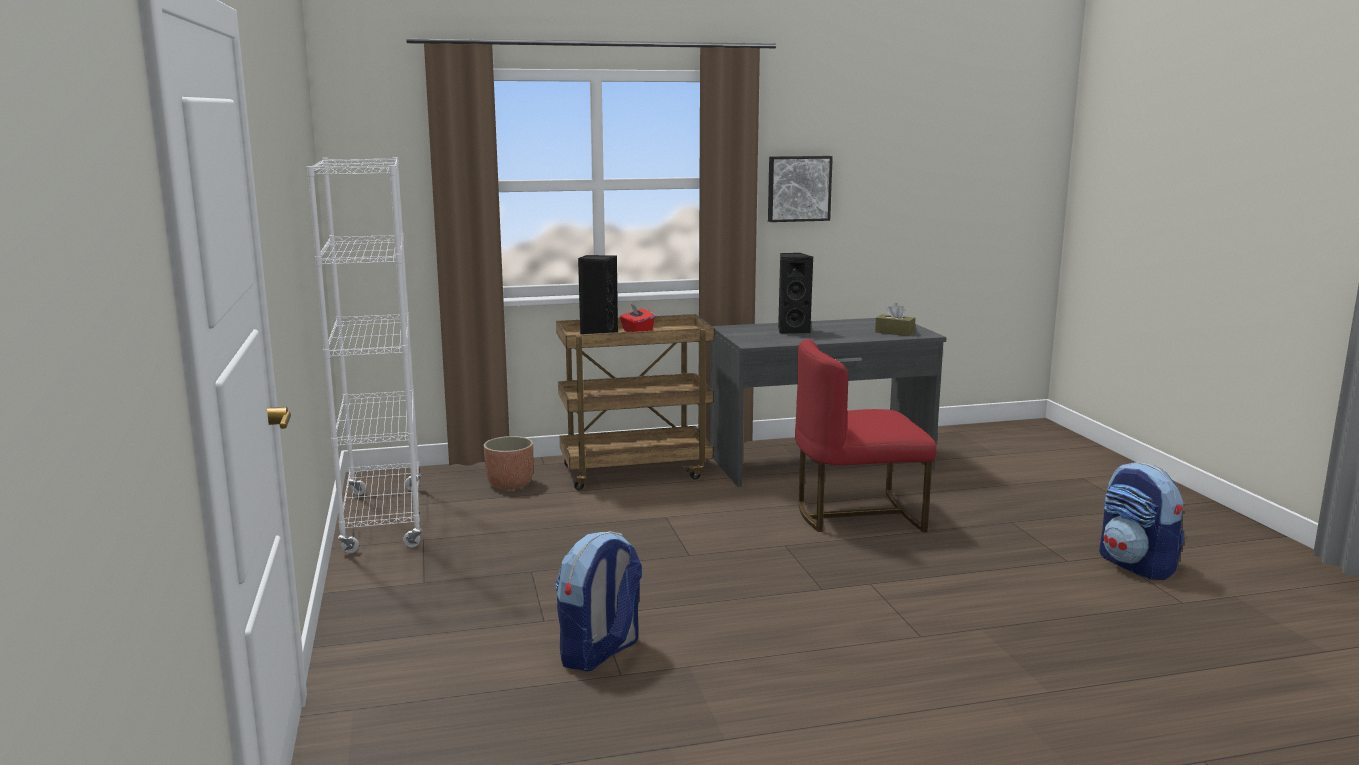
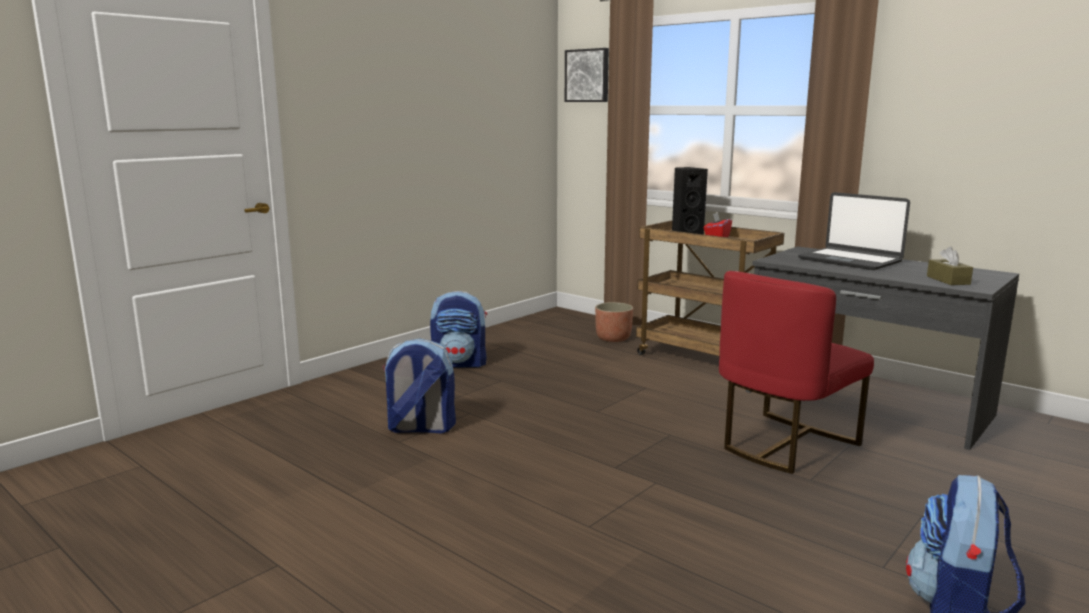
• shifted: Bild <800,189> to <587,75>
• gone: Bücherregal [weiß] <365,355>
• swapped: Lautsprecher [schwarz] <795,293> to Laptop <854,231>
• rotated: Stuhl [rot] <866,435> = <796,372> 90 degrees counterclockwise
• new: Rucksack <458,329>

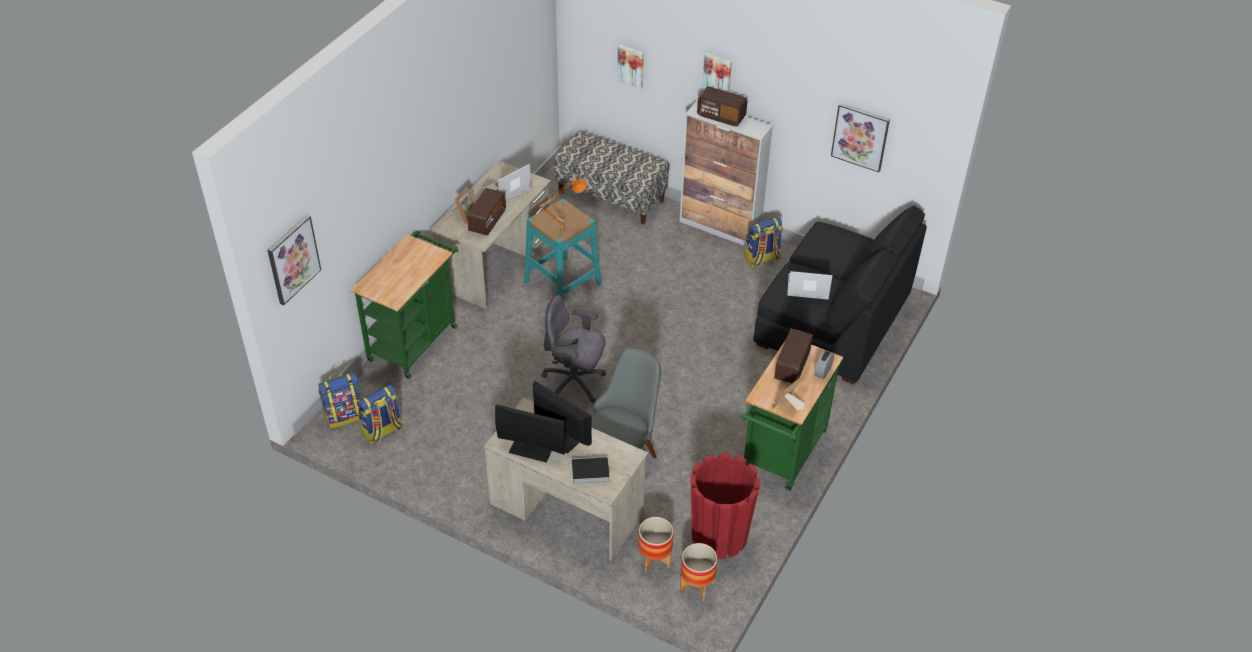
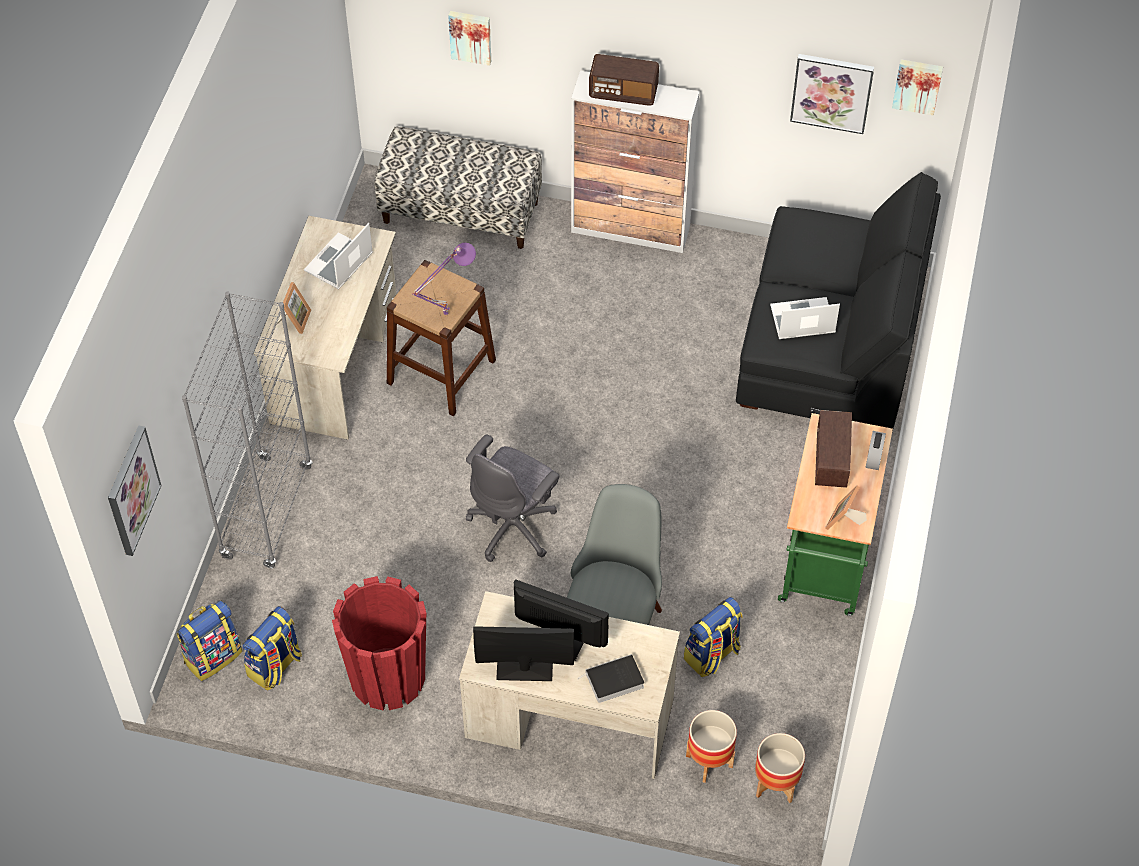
• shifted: Bild <717,72> to <917,87>
• repainted: Tischlampe [orange] <563,204> to Tischlampe [lila] <444,279>
• gone: Radio <486,211>
• repainted: Hocker [türkis] <562,248> to Hocker [braun] <441,338>
• shifted: Rucksack <763,242> to <713,637>
• swapped: Rollwagen [grün] <404,305> to Bücherregal [grau] <247,430>
• rotated: Bürostuhl [grau] <574,349> = <513,498> 60 degrees counterclockwise
• shifted: Pflanzkübel [rot] <725,506> to <379,643>

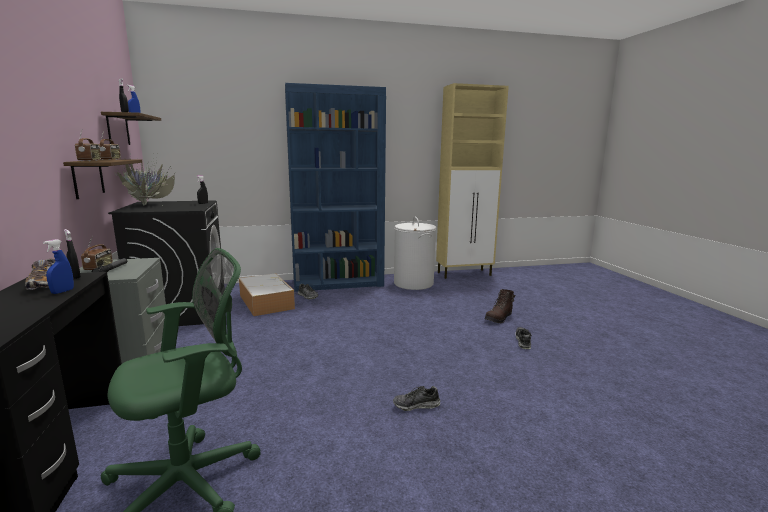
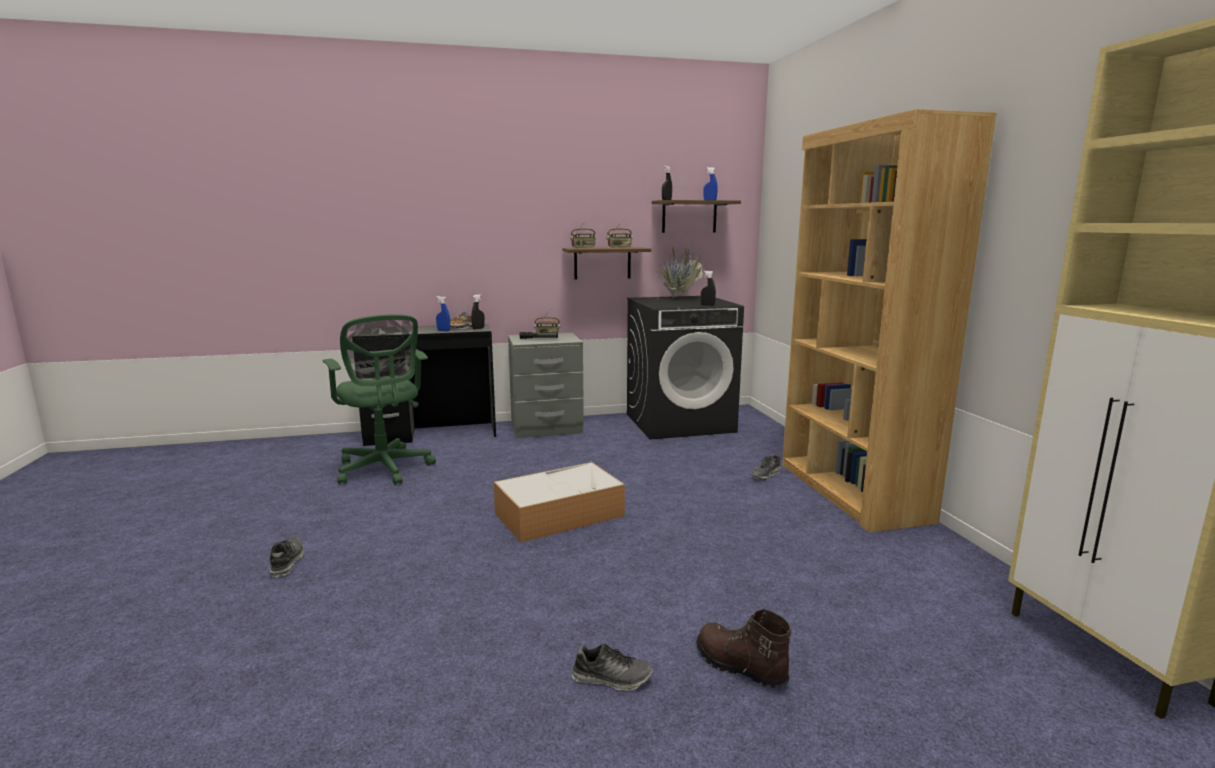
• repainted: Bücherregal [blau] <335,187> to Bücherregal [braun] <889,320>
• gone: Wäschekorb [weiß] <415,253>
• shifted: Aufbewahrungsbox <267,294> to <559,502>
• shifted: Schuh <416,398> to <287,556>

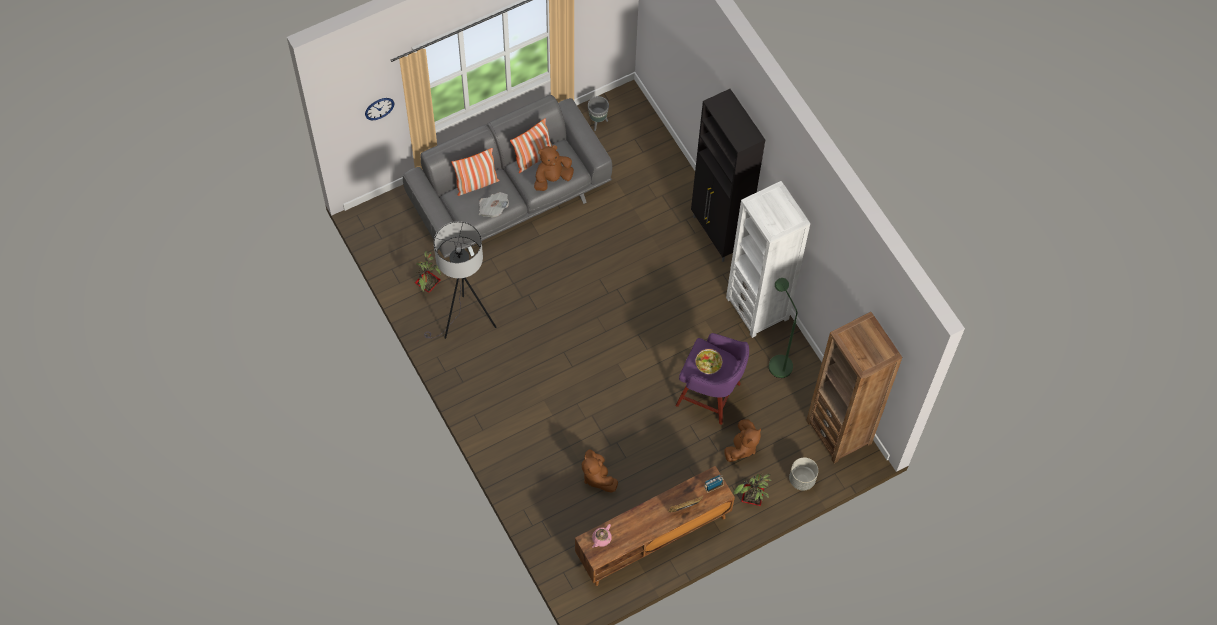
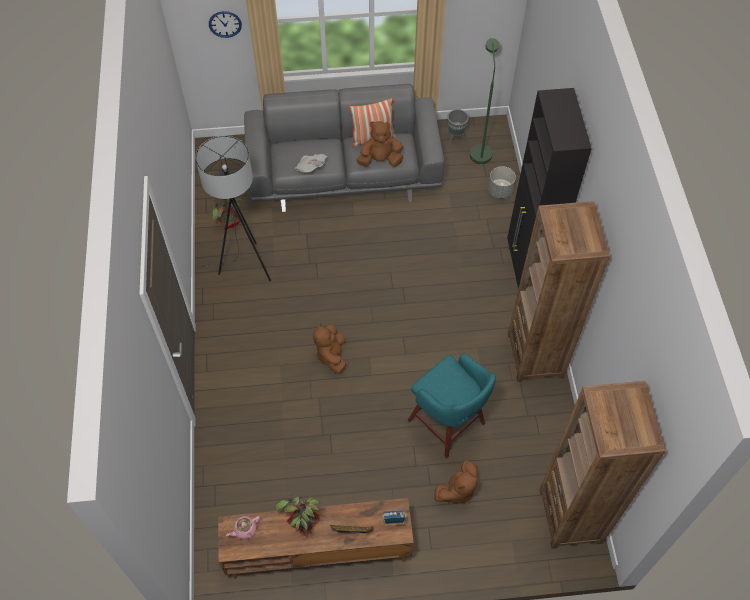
• gone: Kissen <475,172>
• repainted: Bücherregal [weiß] <768,259> to Bücherregal [braun] <559,291>
• shifted: Stehlampe [grün] <783,328> to <484,101>
• repainted: Hocker [lila] <712,379> to Hocker [türkis] <452,405>
• gone: Schüssel <708,361>
• shifted: Plüschtier [braun] <600,471> to <329,348>
• shifted: Pflanzkübel [grau] <803,474> to <502,182>
• shifted: Topfpflanze <752,490> to <297,513>

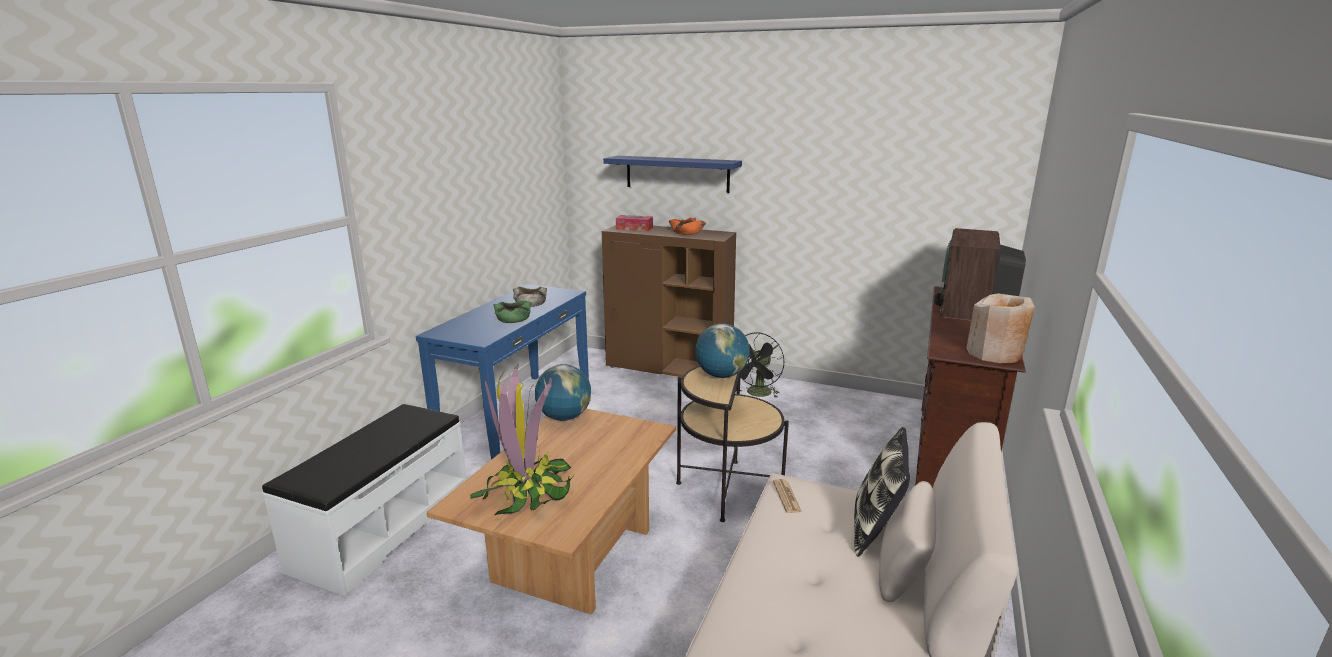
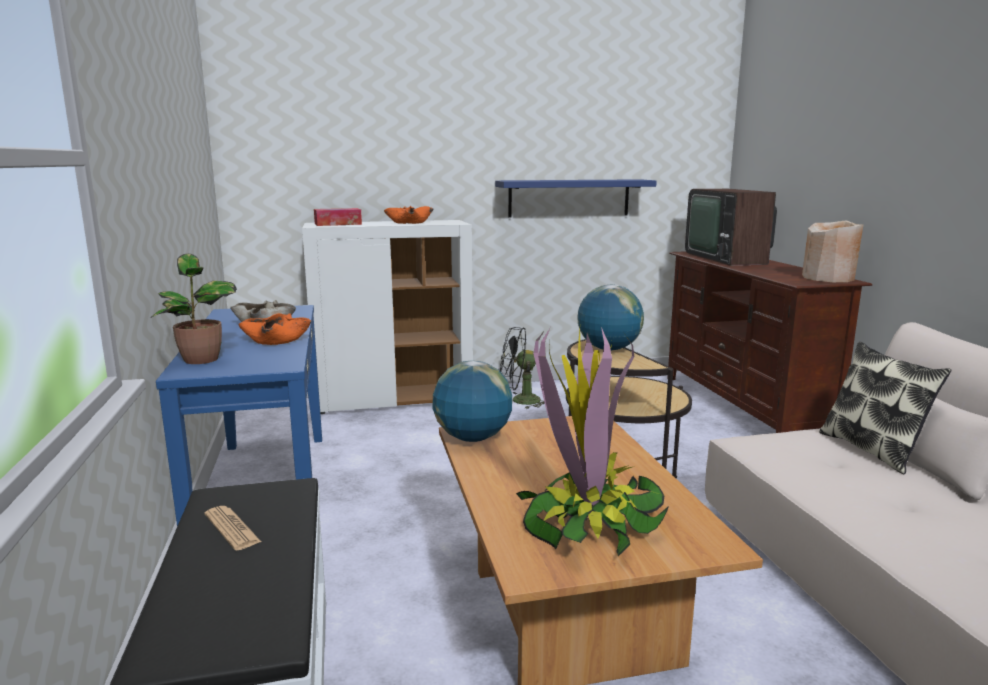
• shifted: Wandregal [blau] <672,174> to <576,198>
• repainted: Schrank [braun] <669,301> to Schrank [weiß] <387,317>
• repainted: Schüssel [grün] <513,311> to Schüssel [orange] <274,329>
• rotated: Ventilator [schwarz] <760,365> = <522,368> 90 degrees clockwise
• shifted: Zeitung <787,496> to <232,528>
• new: Topfpflanze <194,309>

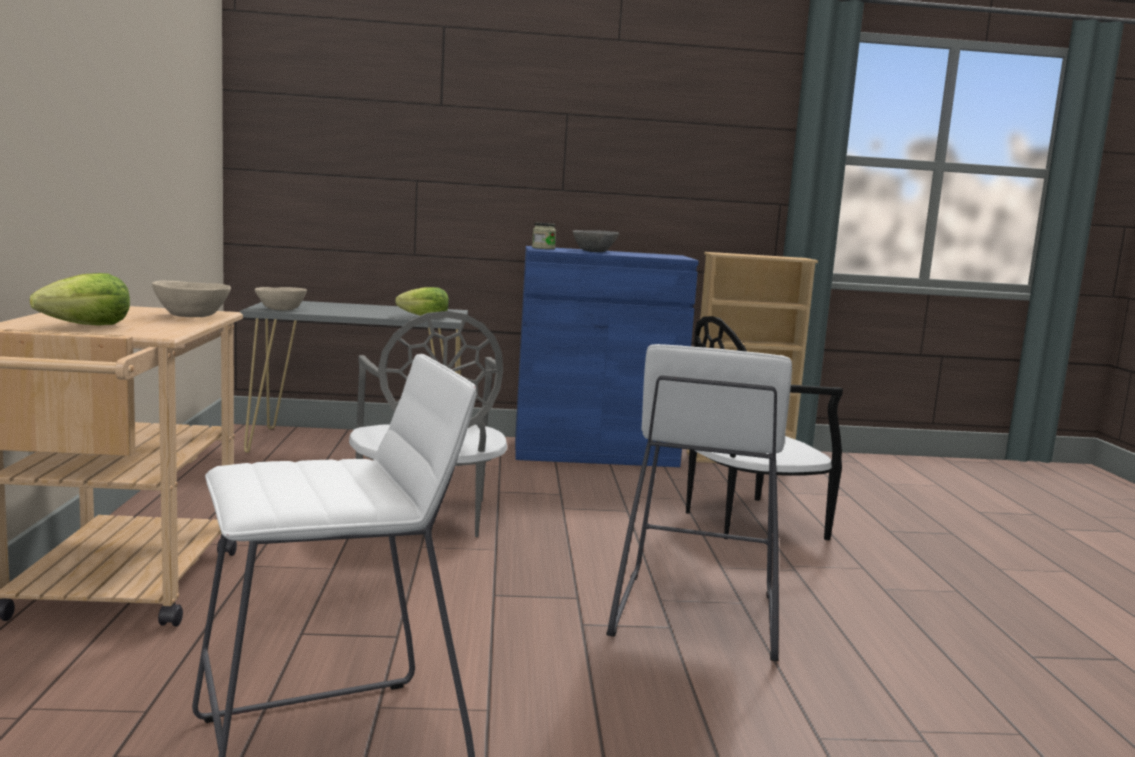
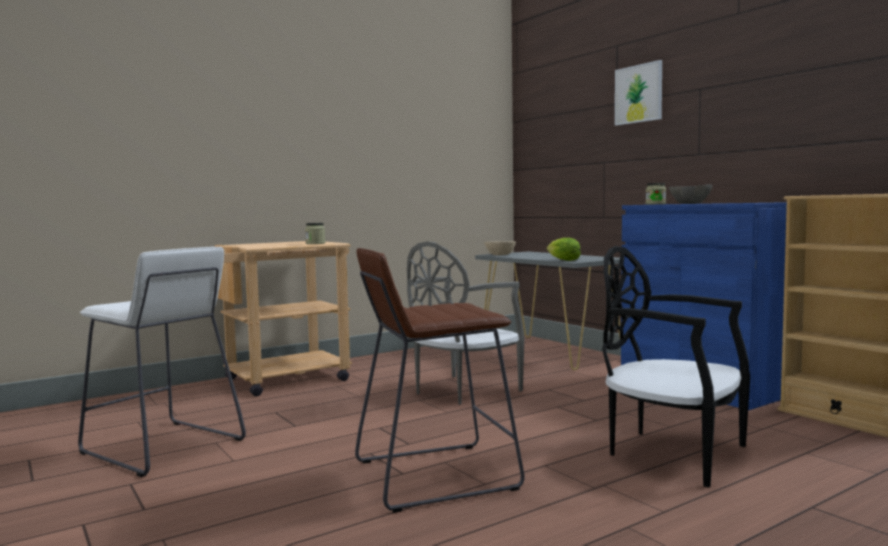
• gone: Salatkopf <80,299>
• swapped: Schüssel [beige] <191,299> to Vorratsglas <315,233>
• repainted: Hocker [weiß] <699,502> to Hocker [braun] <440,380>
• new: Bild <638,93>

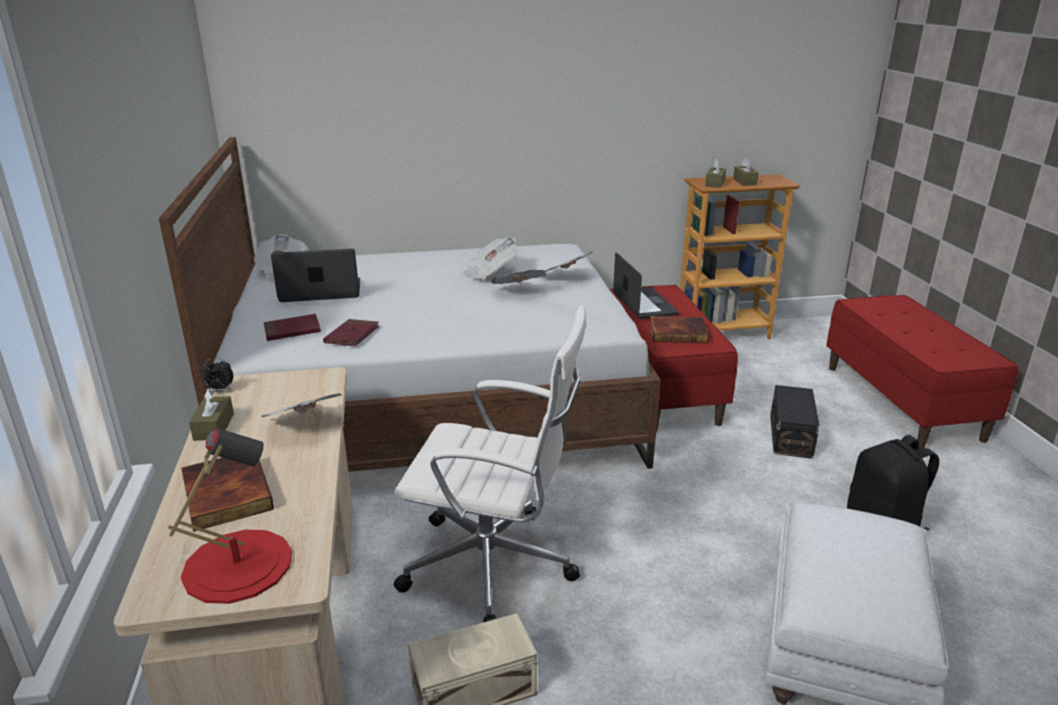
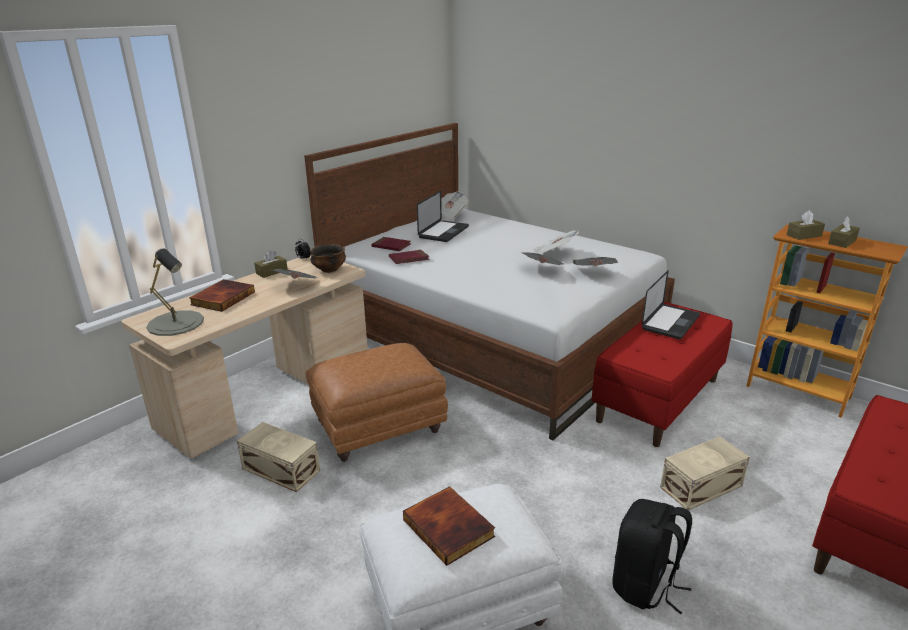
• rotated: Laptop <315,275> = <443,216> 75 degrees clockwise
• swapped: Bürostuhl [weiß] <490,464> to Polsterhocker [braun] <376,402>
• shifted: Buch <679,329> to <449,526>
• repainted: Aufbewahrungsbox [schwarz] <795,422> to Aufbewahrungsbox [beige] <705,473>
• repainted: Tischlampe [rot] <230,516> to Tischlampe [grau] <175,292>
• new: Schüssel <328,258>

